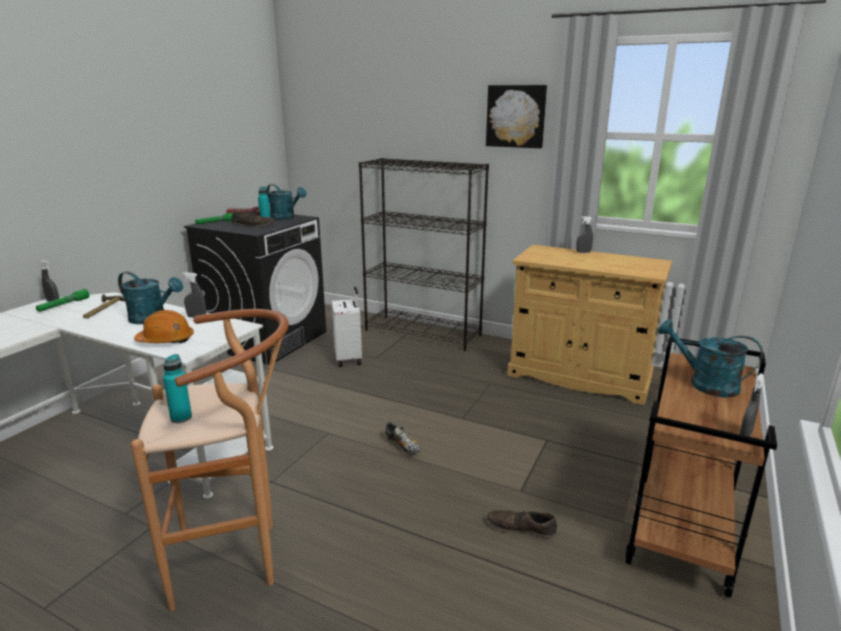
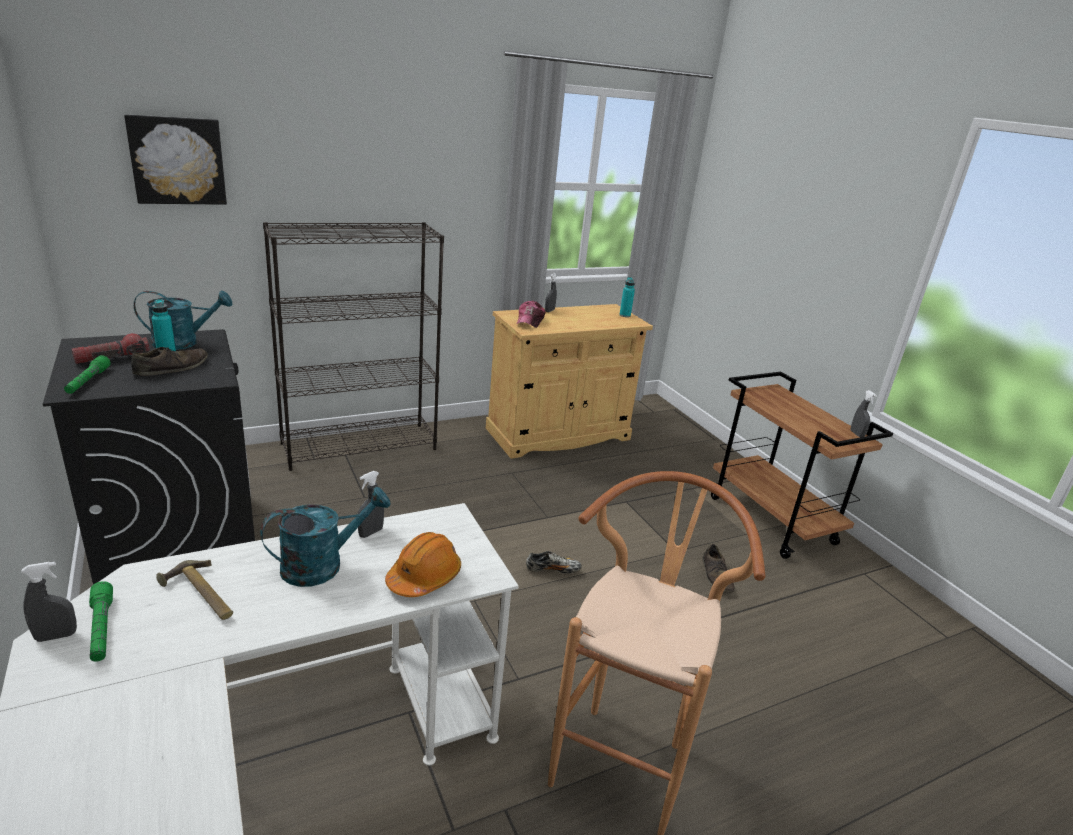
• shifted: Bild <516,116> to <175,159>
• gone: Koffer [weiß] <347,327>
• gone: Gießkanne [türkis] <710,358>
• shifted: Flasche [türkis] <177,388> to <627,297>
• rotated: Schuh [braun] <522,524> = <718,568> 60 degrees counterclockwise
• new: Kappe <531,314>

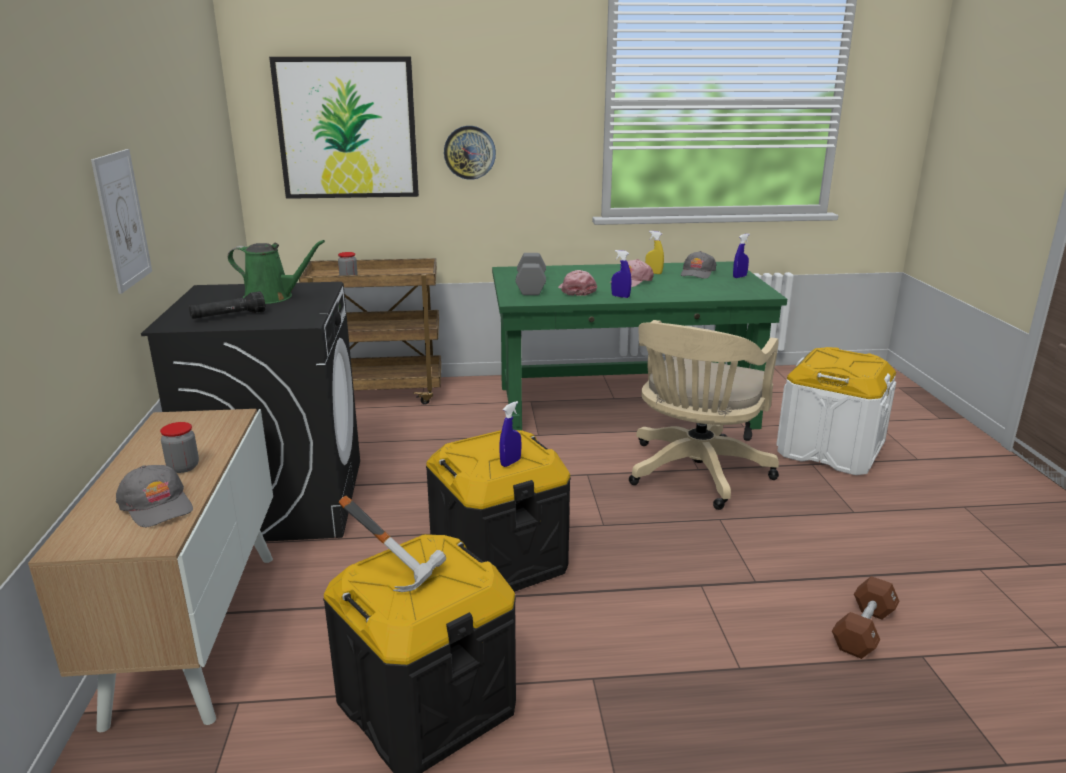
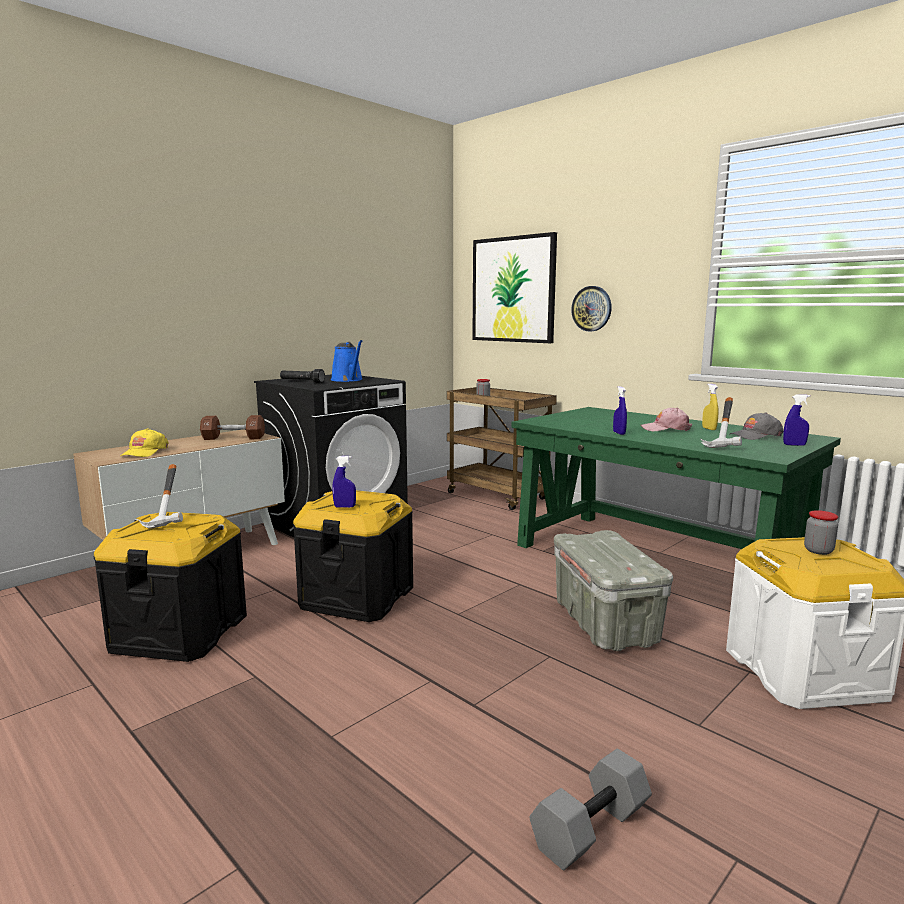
• gone: Bild <121,221>
• repainted: Gießkanne [grün] <276,272> to Gießkanne [blau] <347,361>
• shifted: Hantel [grau] <530,274> to <591,809>
• gone: Kappe [rosa] <577,283>
• swapped: Bürostuhl [beige] <704,415> to Aufbewahrungsbox [grau] <613,590>
• shifted: Vorratsglas <179,447> to <821,532>
• repainted: Kappe [grau] <154,496> to Kappe [gelb] <144,442>
• shifted: Hantel [braun] <866,617> to <232,427>
• new: Hammer <721,422>

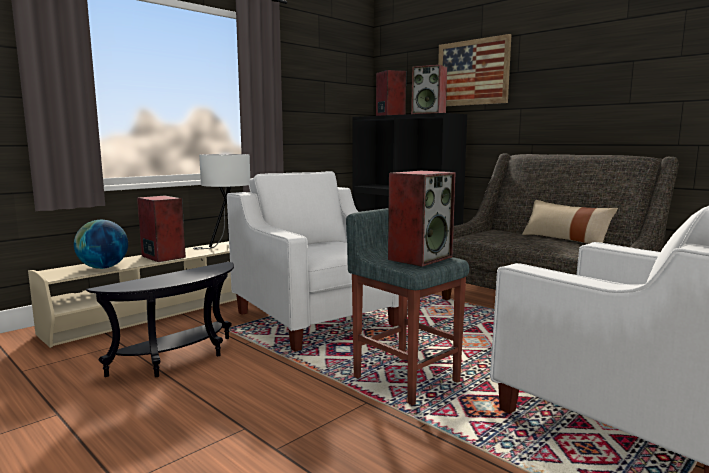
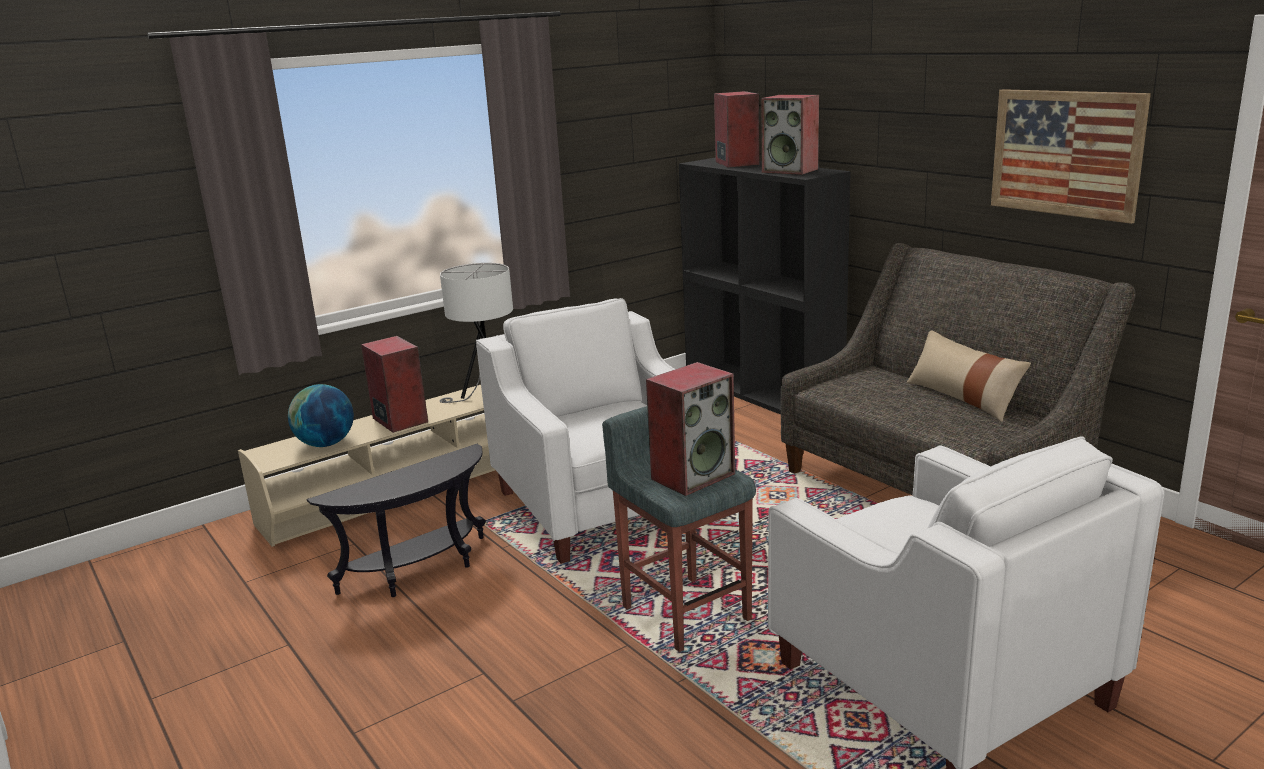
• shifted: Bild <475,70> to <1071,156>

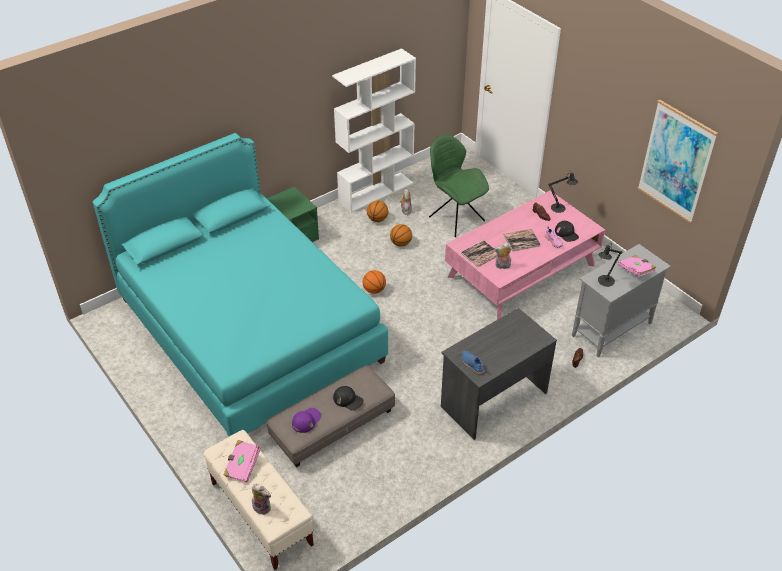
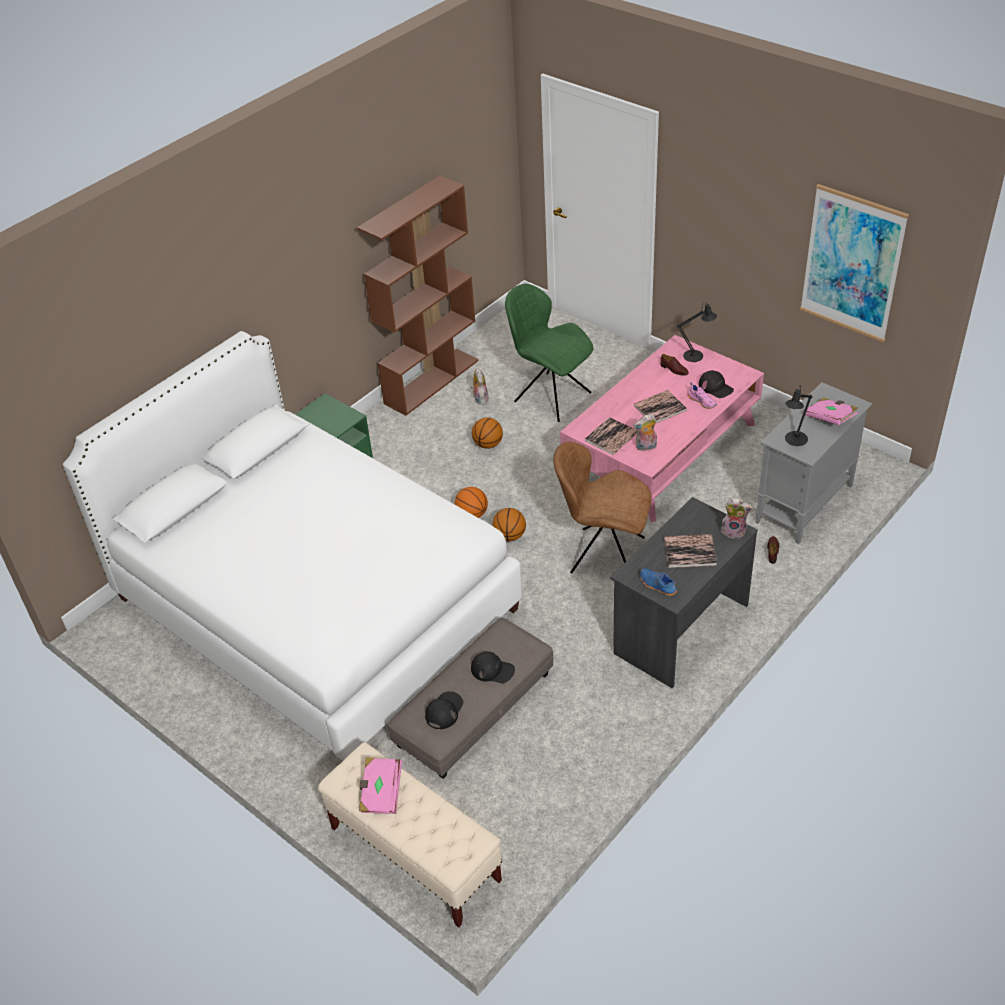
• repainted: Bücherregal [weiß] <374,130> to Bücherregal [braun] <418,296>
• repainted: Bett [türkis] <240,285> to Bett [weiß] <292,546>
• shifted: Basketball <377,211> to <509,524>
• repainted: Kappe [lila] <306,420> to Kappe [schwarz] <444,710>
• shifted: Plüschtier <261,499> to <736,518>
• new: Stuhl [braun] <602,508>
• new: Buch <690,551>

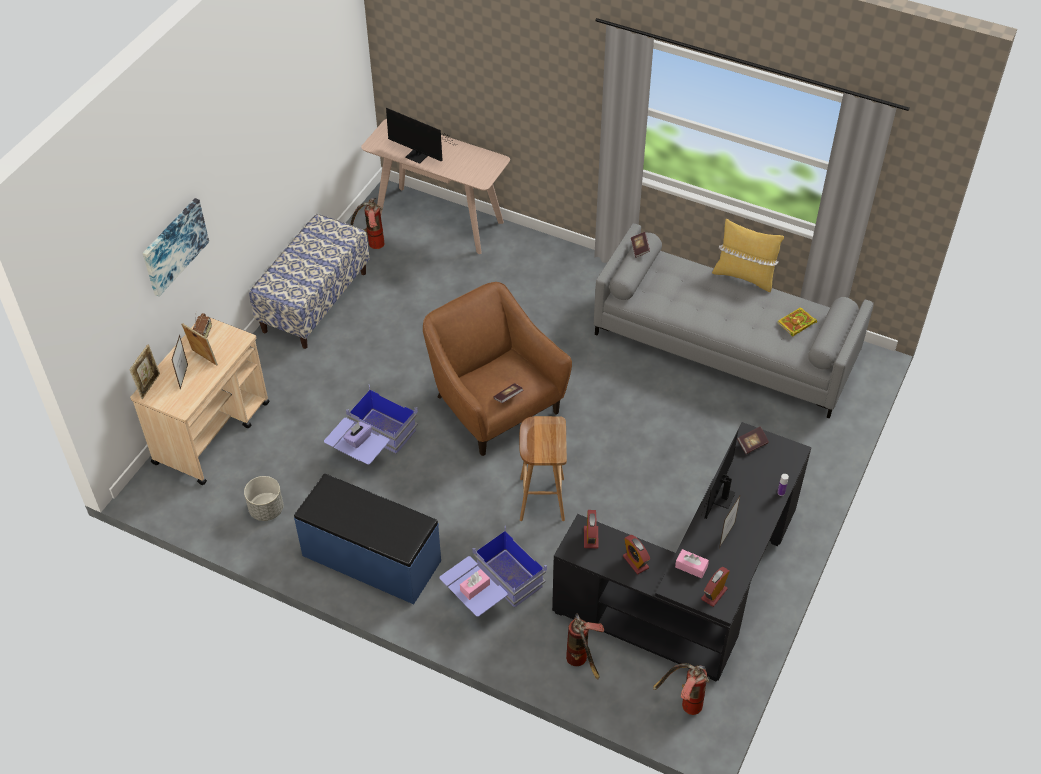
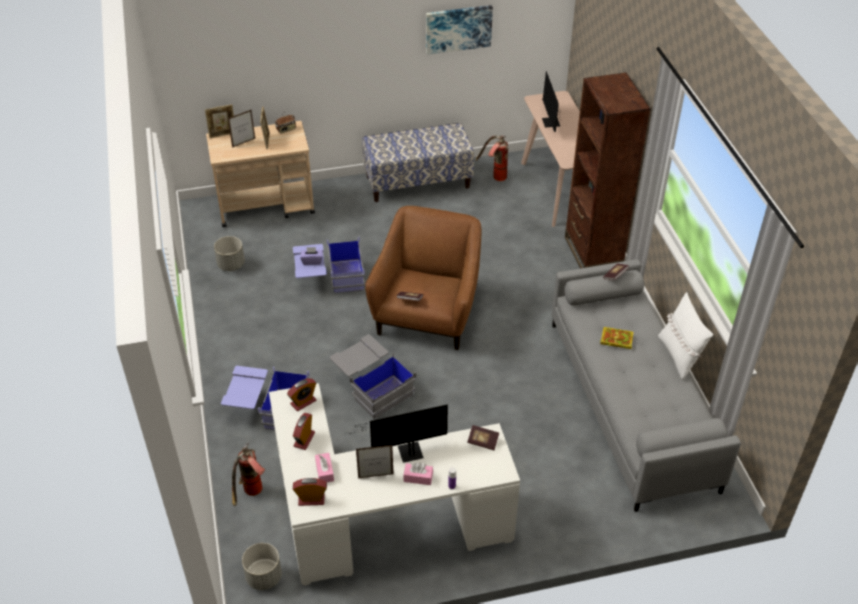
• shifted: Bild <176,247> to <459,30>
• repainted: Kissen [gelb] <748,255> to Kissen [weiß] <685,336>
• shifted: Buch <797,322> to <616,338>
• swapped: Hocker [braun] <543,468> to Aufbewahrungsbox [grau] <373,376>
• repainted: Schreibtisch [schwarz] <681,552> to Schreibtisch [weiß] <394,484>
• gone: Bank [blau] <367,539>
• shifted: Taschentuchbox [rosa] <475,584> to <418,473>
• swapped: Feuerlöscher <681,689> to Pflanzkübel [grau] <262,566>
• new: Bücherregal [braun] <608,170>

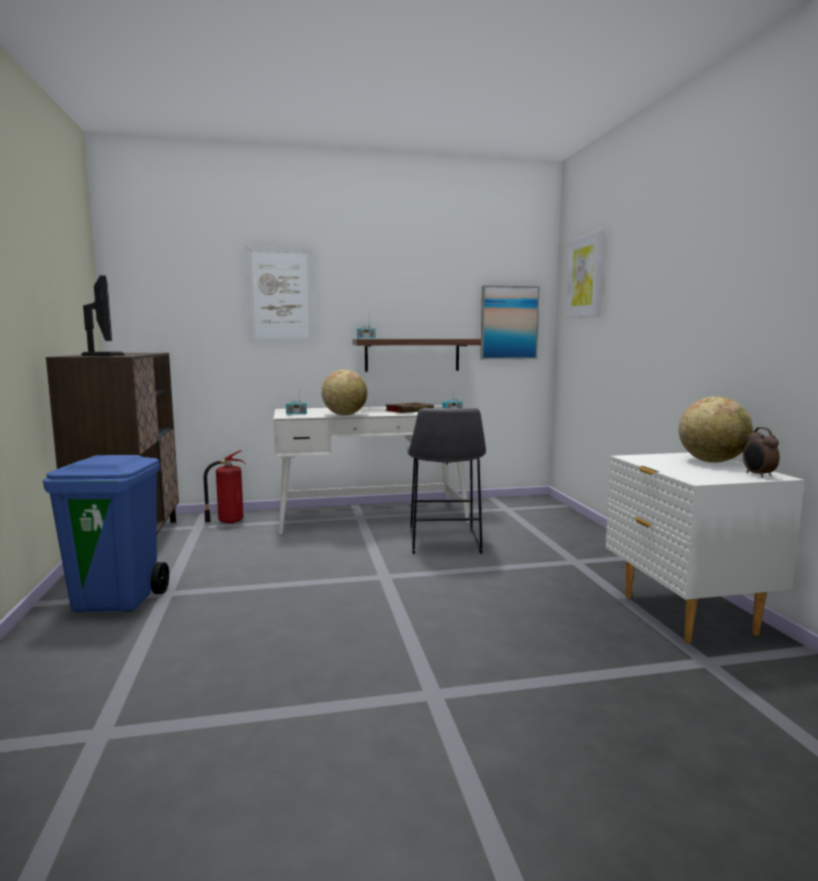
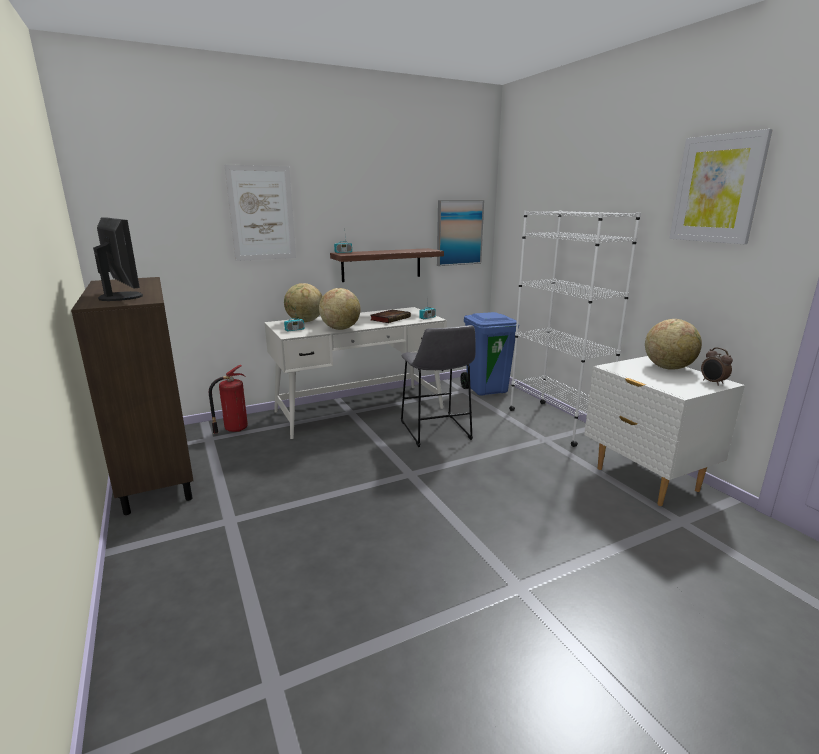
• shifted: Bild <585,273> to <721,186>
• shifted: Mülleimer [blau] <106,533> to <489,354>
• new: Bücherregal [weiß] <575,328>
• new: Globus <303,302>

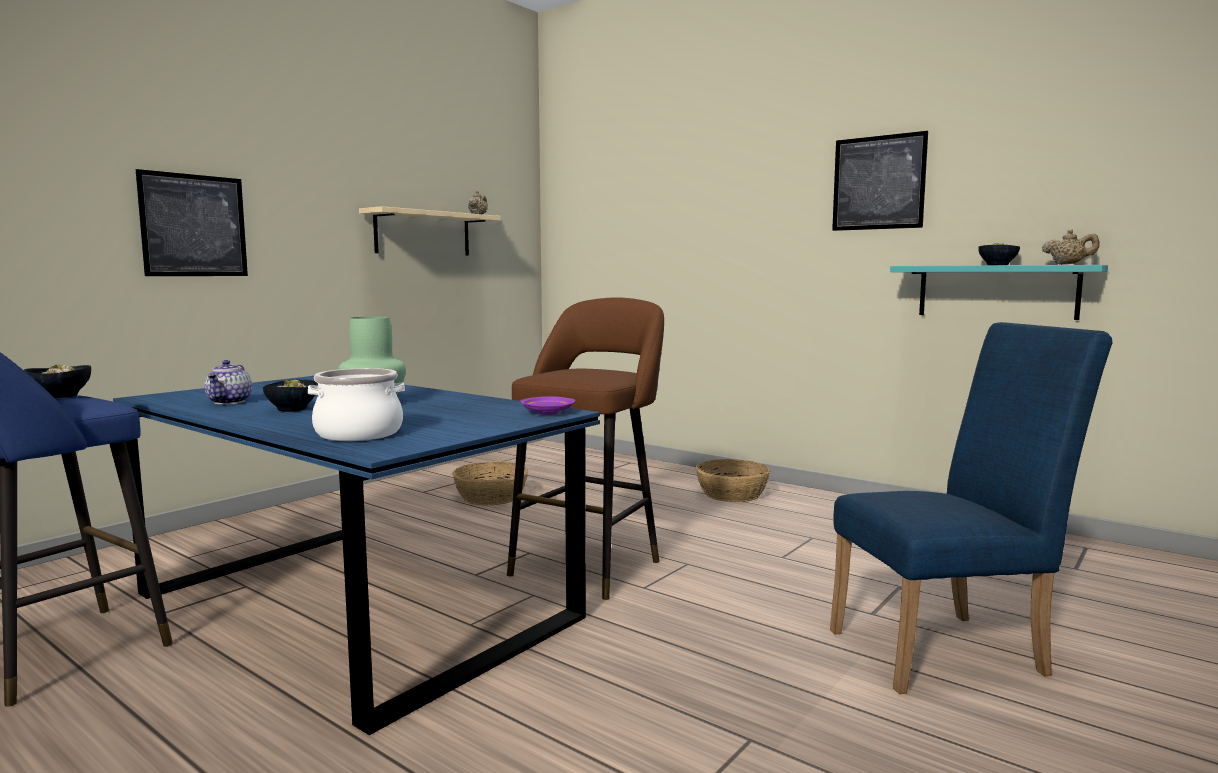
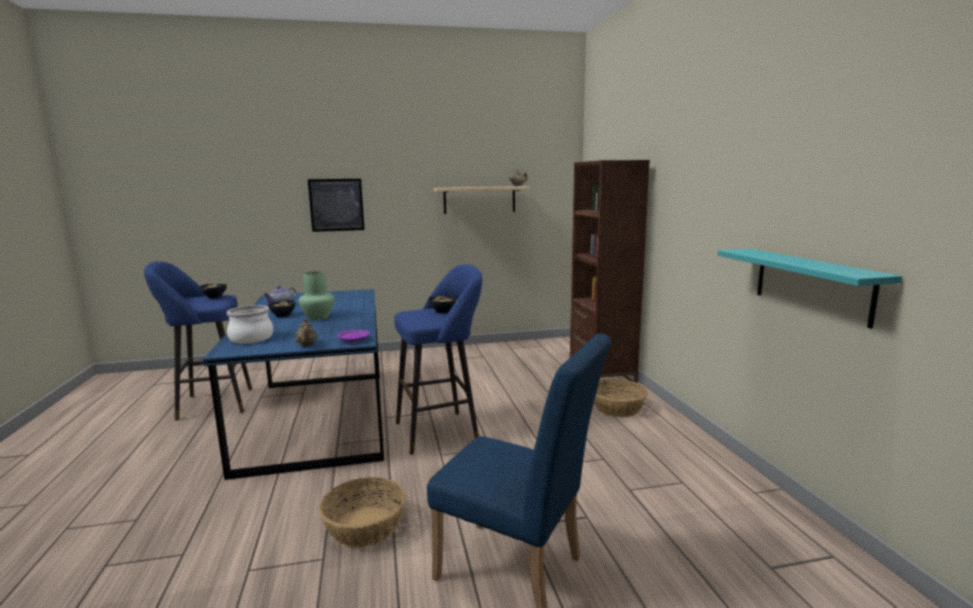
• gone: Bild <880,181>
• shifted: Teekanne [beige] <1070,247> to <306,332>
• shifted: Schüssel <999,254> to <442,304>
• repainted: Hocker [braun] <585,448> to Hocker [blau] <438,359>
• shifted: Korb <490,483> to <362,512>
• new: Bücherregal [braun] <609,274>

